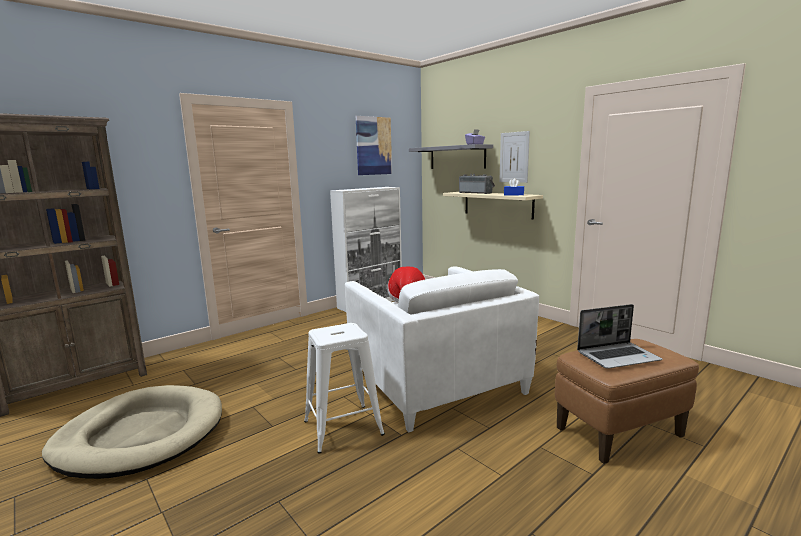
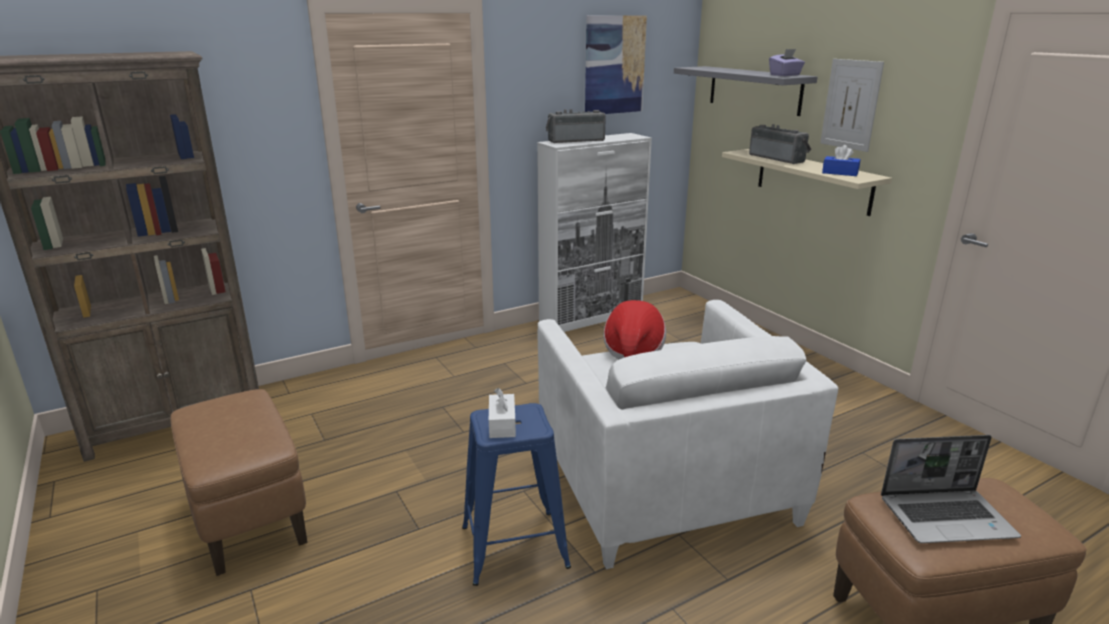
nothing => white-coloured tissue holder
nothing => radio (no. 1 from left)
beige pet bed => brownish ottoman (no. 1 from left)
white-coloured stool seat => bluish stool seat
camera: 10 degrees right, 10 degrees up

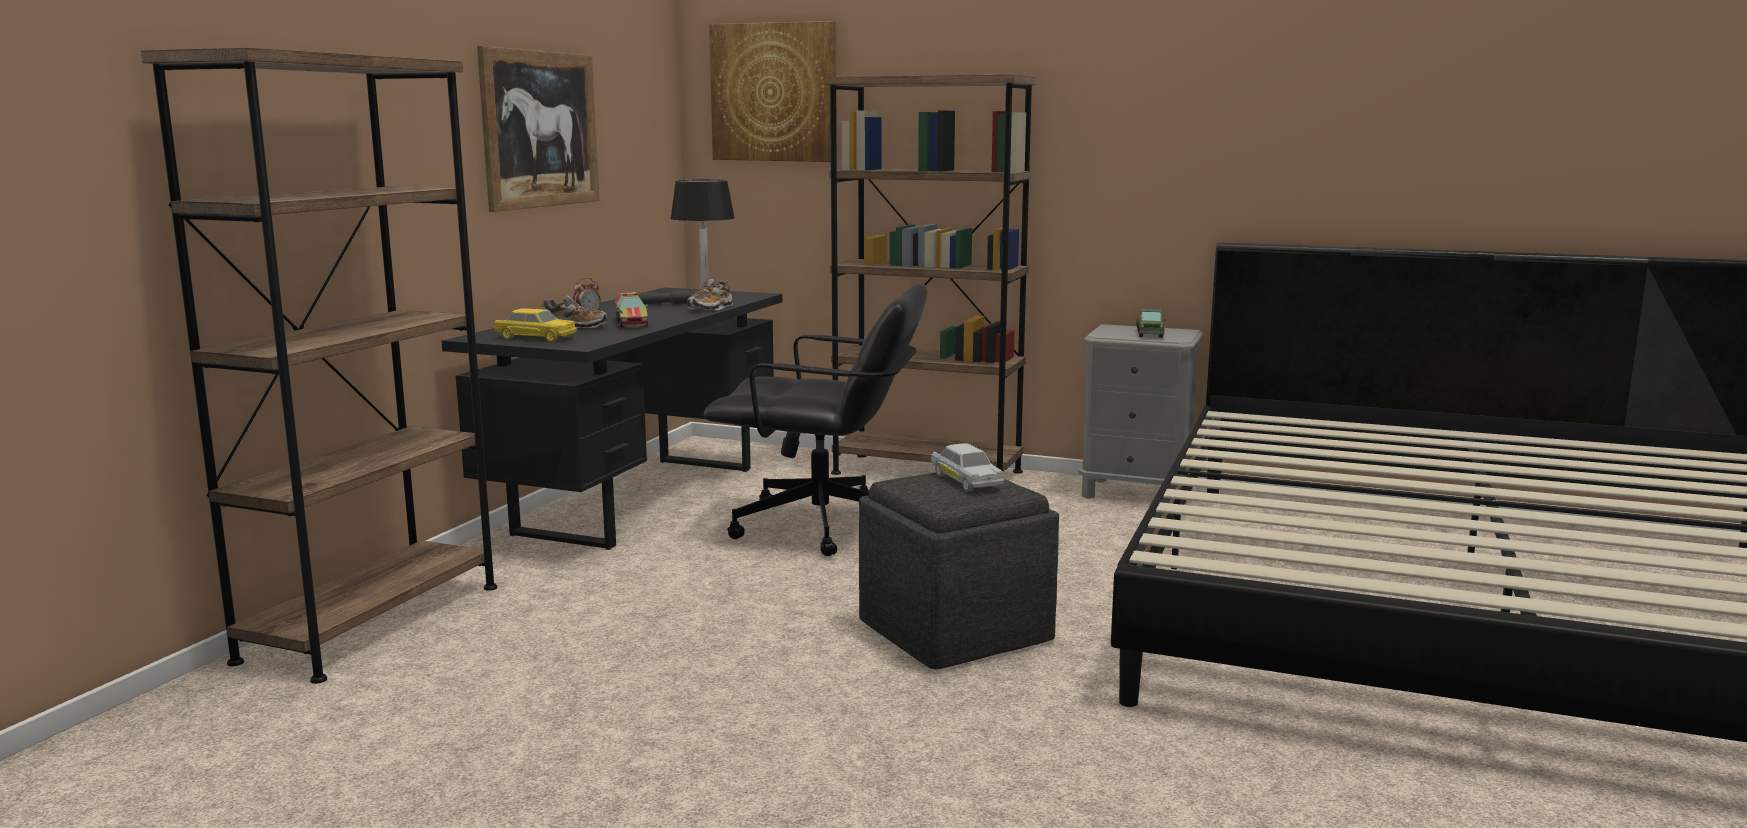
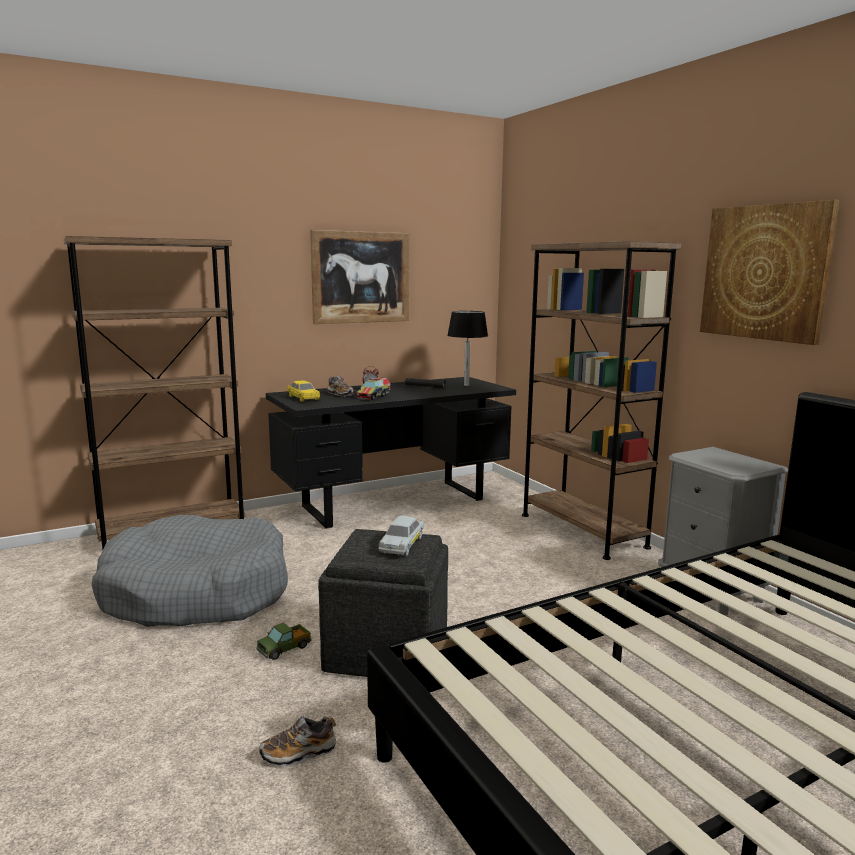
black-coloured desk chair => nothing
nothing => gray pet bed
shoe (no. 2 from left in the first image) => shoe (no. 1 from left), relocated
wall picture (no. 2 from left), relocated
model truck (no. 2 from left in the first image) => model truck (no. 1 from left), relocated
camera: 40 degrees right, 0 degrees up

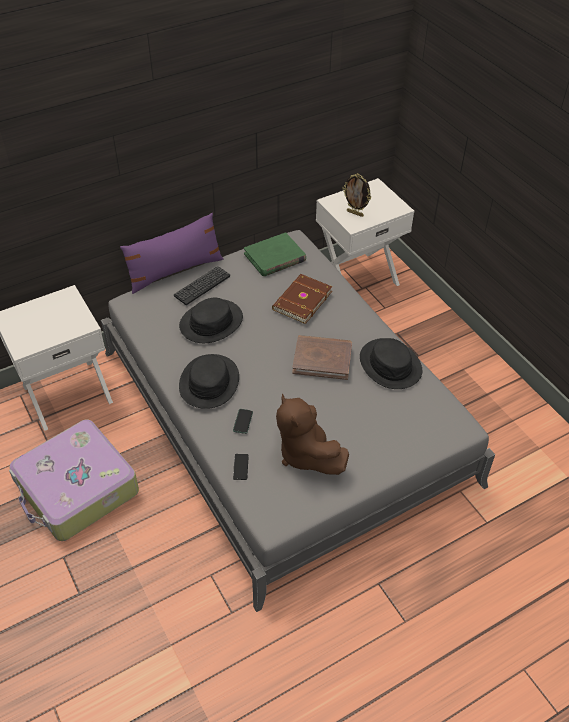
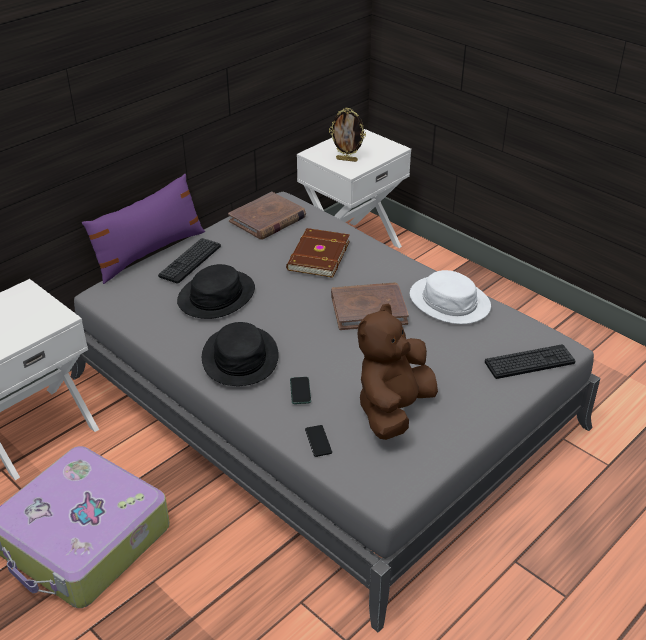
nothing => PC keyboard (no. 2 from left)
green-coloured book => brownish book (no. 1 from left)
black-coloured wearable hat (no. 3 from left) => white-coloured wearable hat
brownish cuddly toy, 75 degrees clockwise
camera: 15 degrees left, 10 degrees down

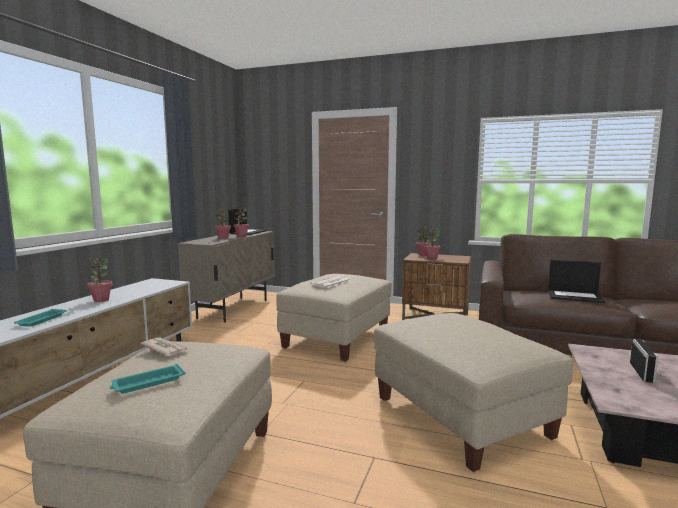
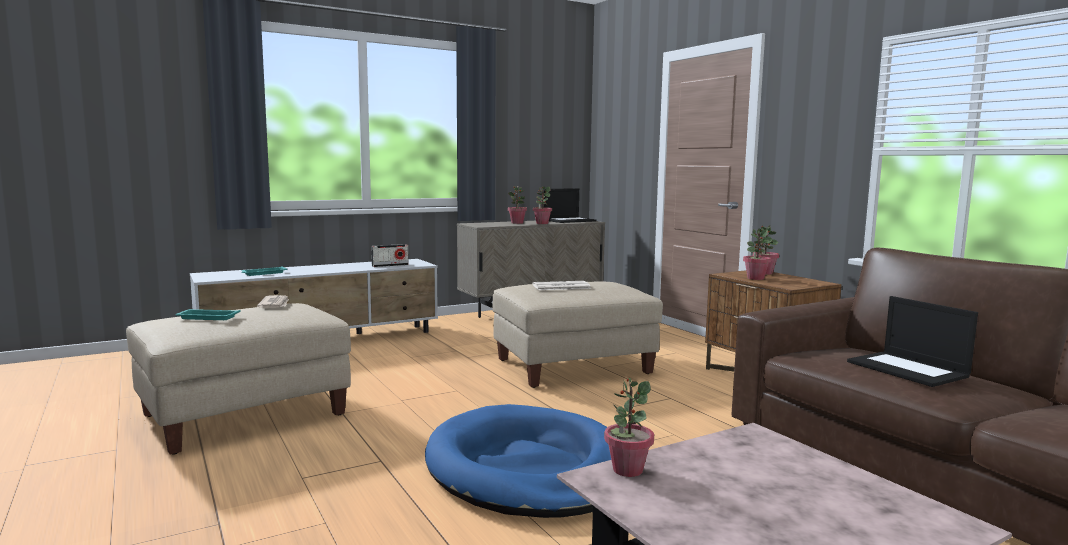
plant in a pot (no. 1 from left in the first image) => plant in a pot (no. 3 from left), relocated
radio, relocated
beige ottoman (no. 3 from left) => bluish pet bed
camera: 40 degrees right, 0 degrees up

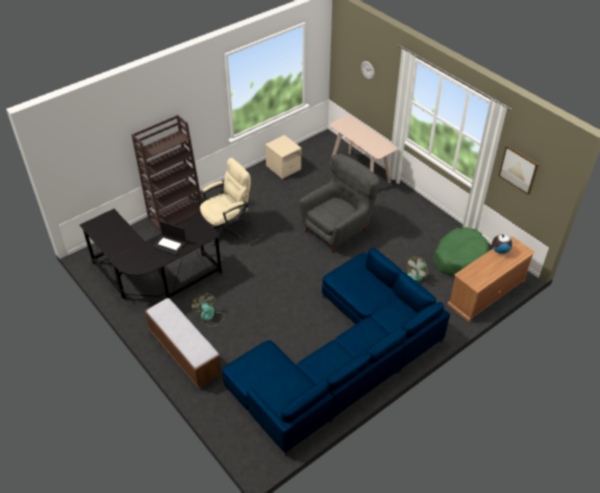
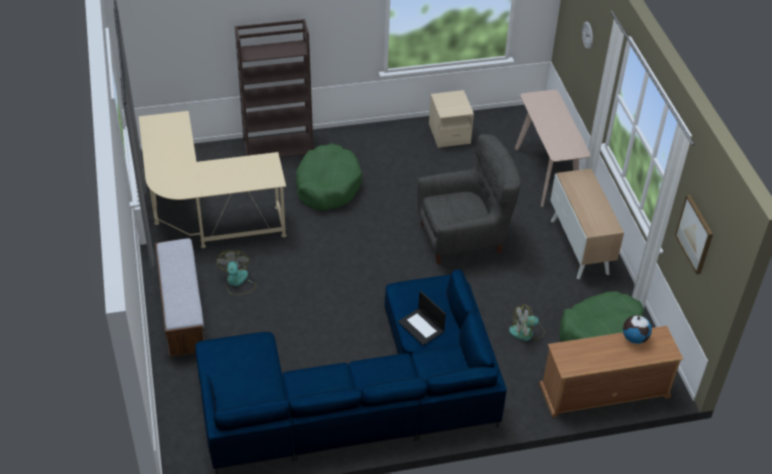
nothing => cupboard
notebook computer, relocated
beige desk chair => green-coloured pet bed (no. 1 from left)
black-coloured desk table => beige desk table
camera: 25 degrees right, 0 degrees up

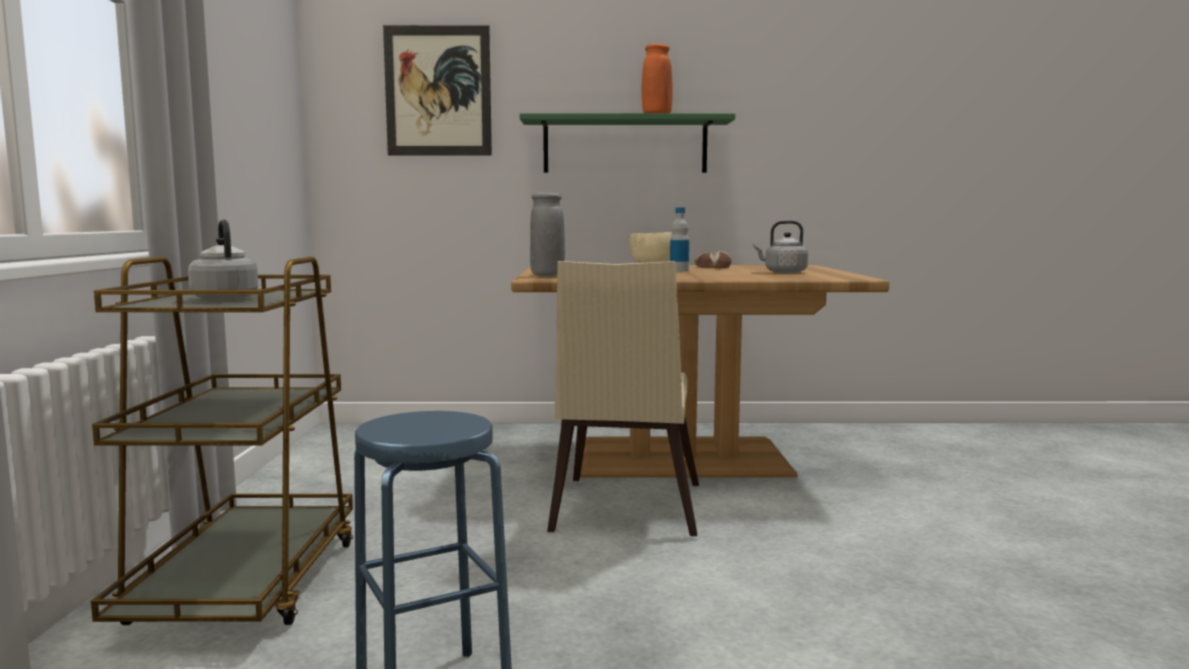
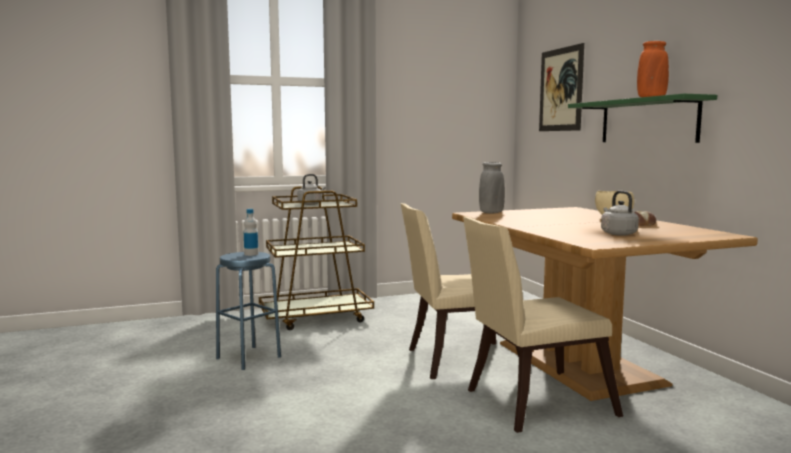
nothing => beige chair (no. 2 from left)
beverage bottle, relocated
camera: 70 degrees right, 0 degrees up

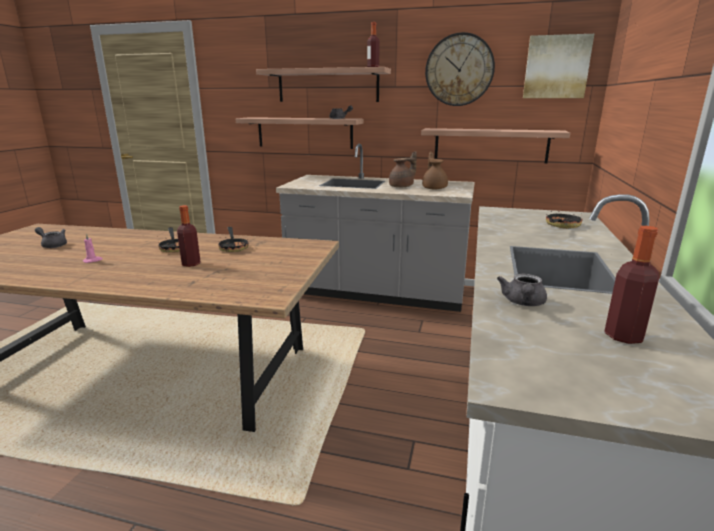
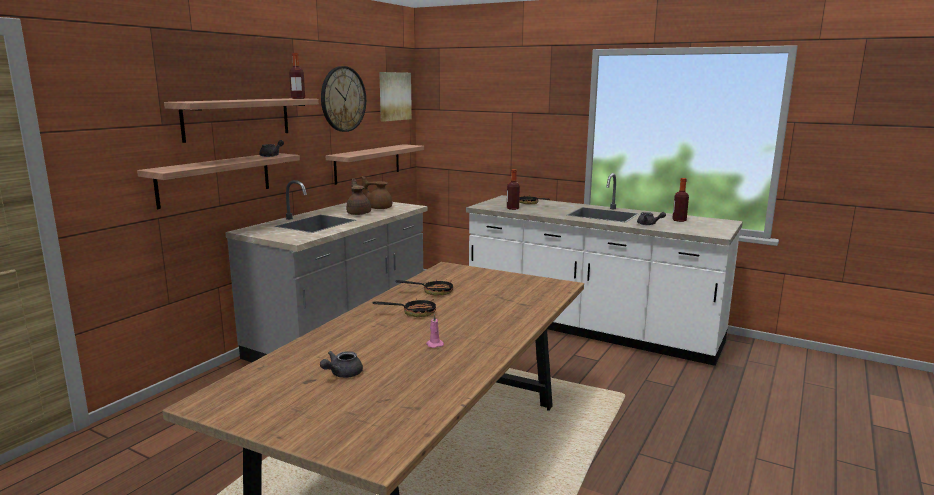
beverage bottle (no. 1 from left in the first image) => beverage bottle (no. 2 from left), relocated
camera: 75 degrees left, 5 degrees down

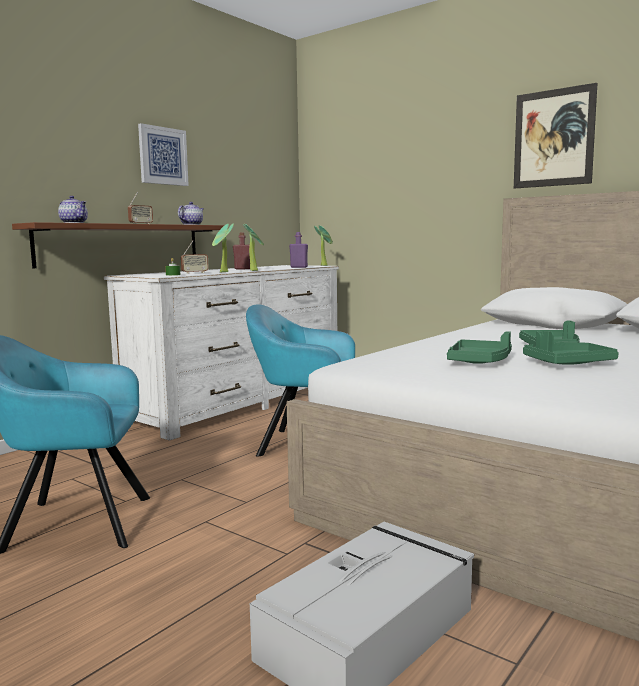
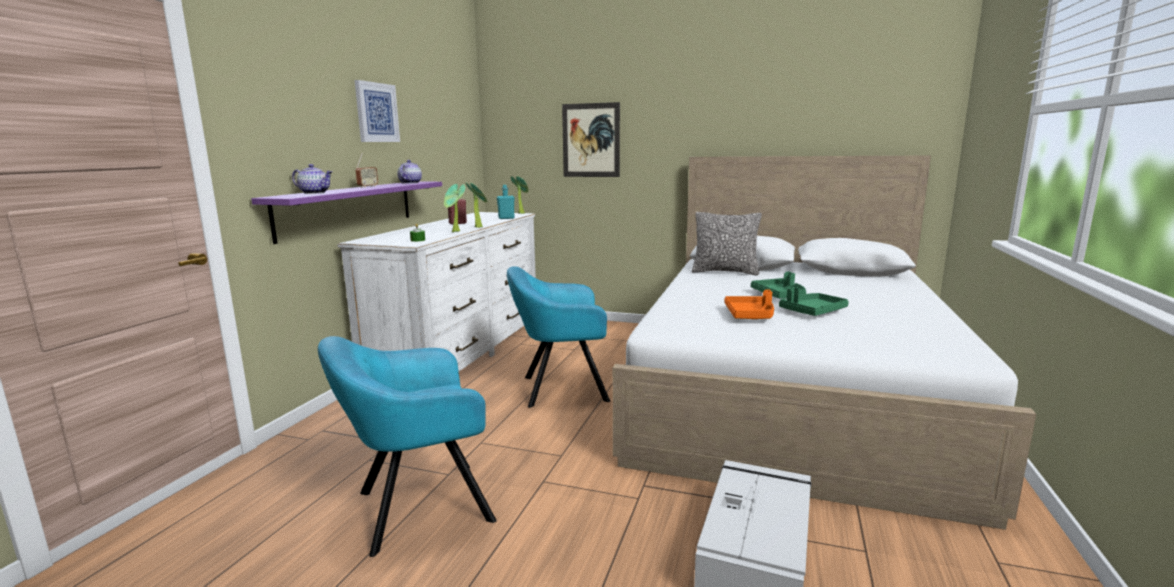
radio (no. 2 from left) => nothing
nothing => throw pillow
wall picture (no. 2 from left), relocated
brownish shelf => purple shelf
purple beverage bottle => blue-green beverage bottle
green-coloured serving tray (no. 1 from left) => orange serving tray
camera: 20 degrees left, 5 degrees up

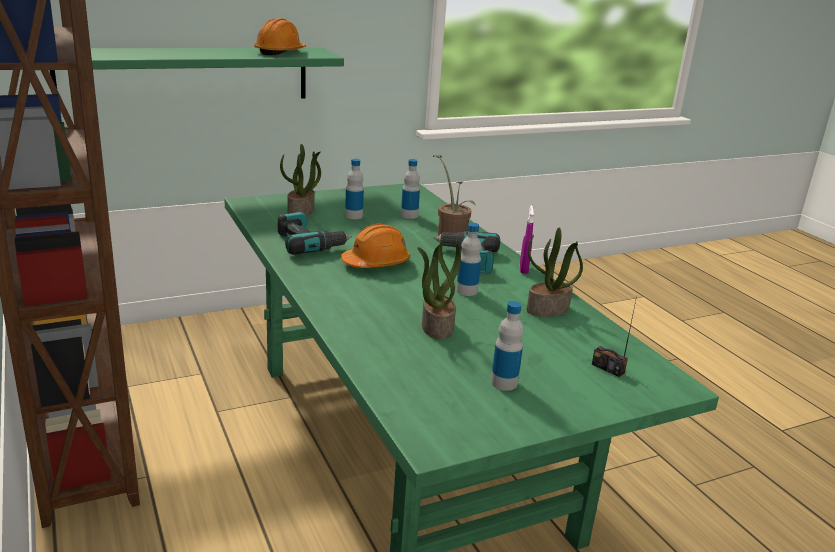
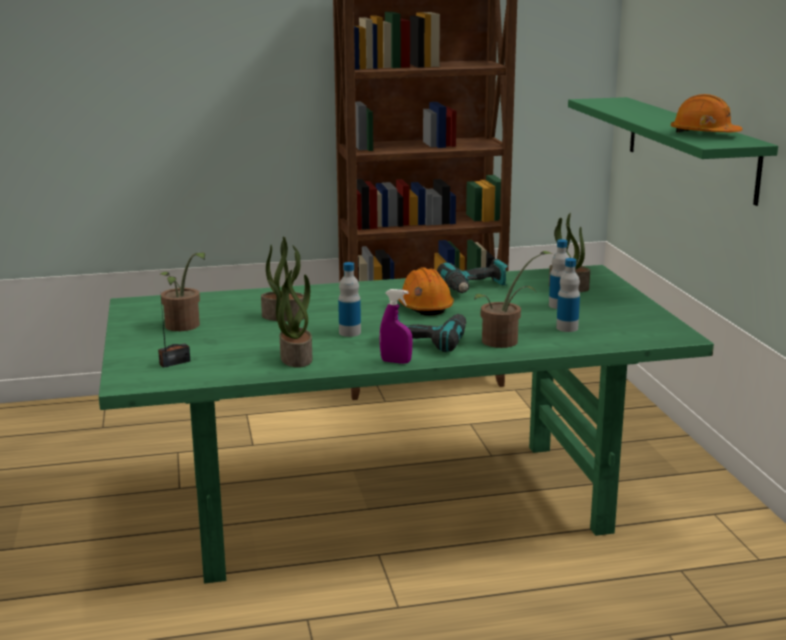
beverage bottle (no. 4 from left) => plant in a pot (no. 1 from left)
camera: 105 degrees right, 5 degrees down

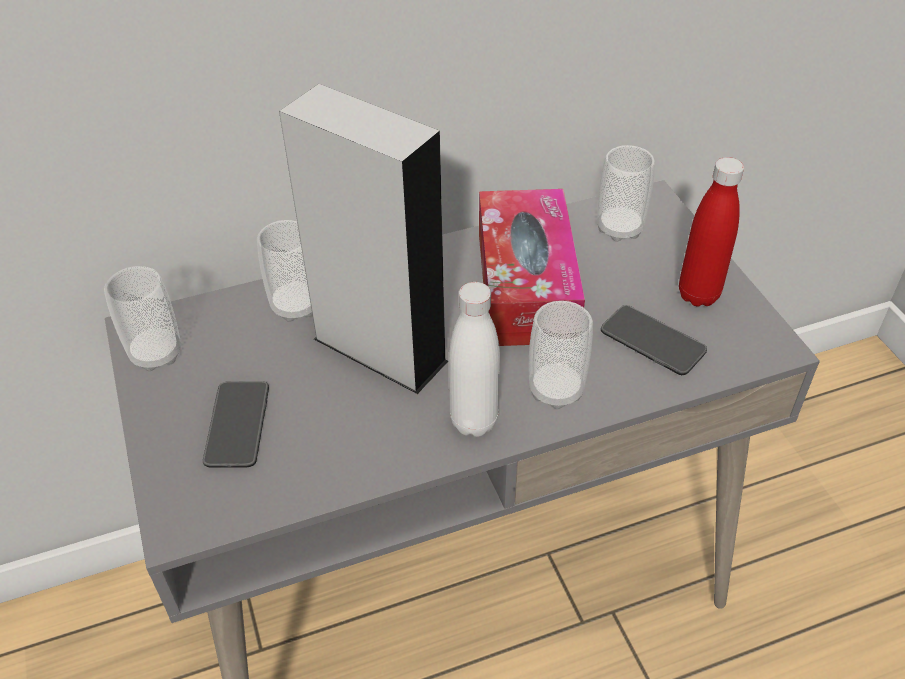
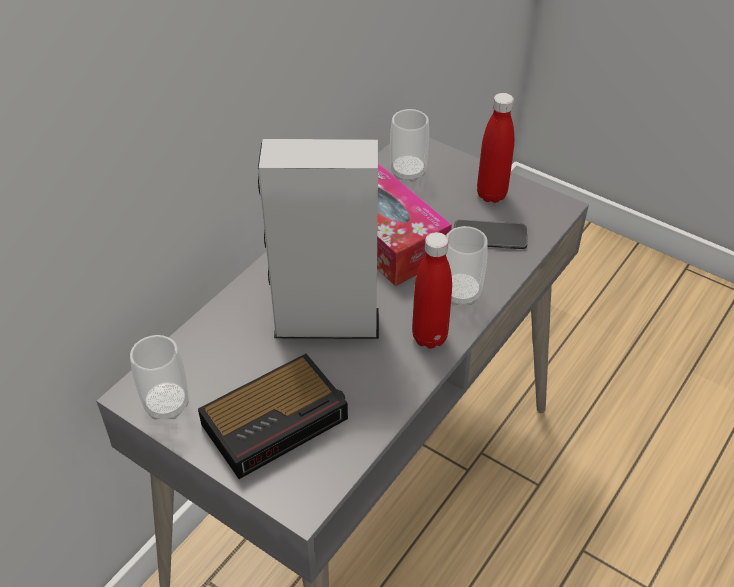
drinking cup (no. 2 from left) => nothing
phone (no. 1 from left) => table clock
white-coloured beverage bottle => red beverage bottle (no. 1 from left)
camera: 35 degrees left, 0 degrees up

